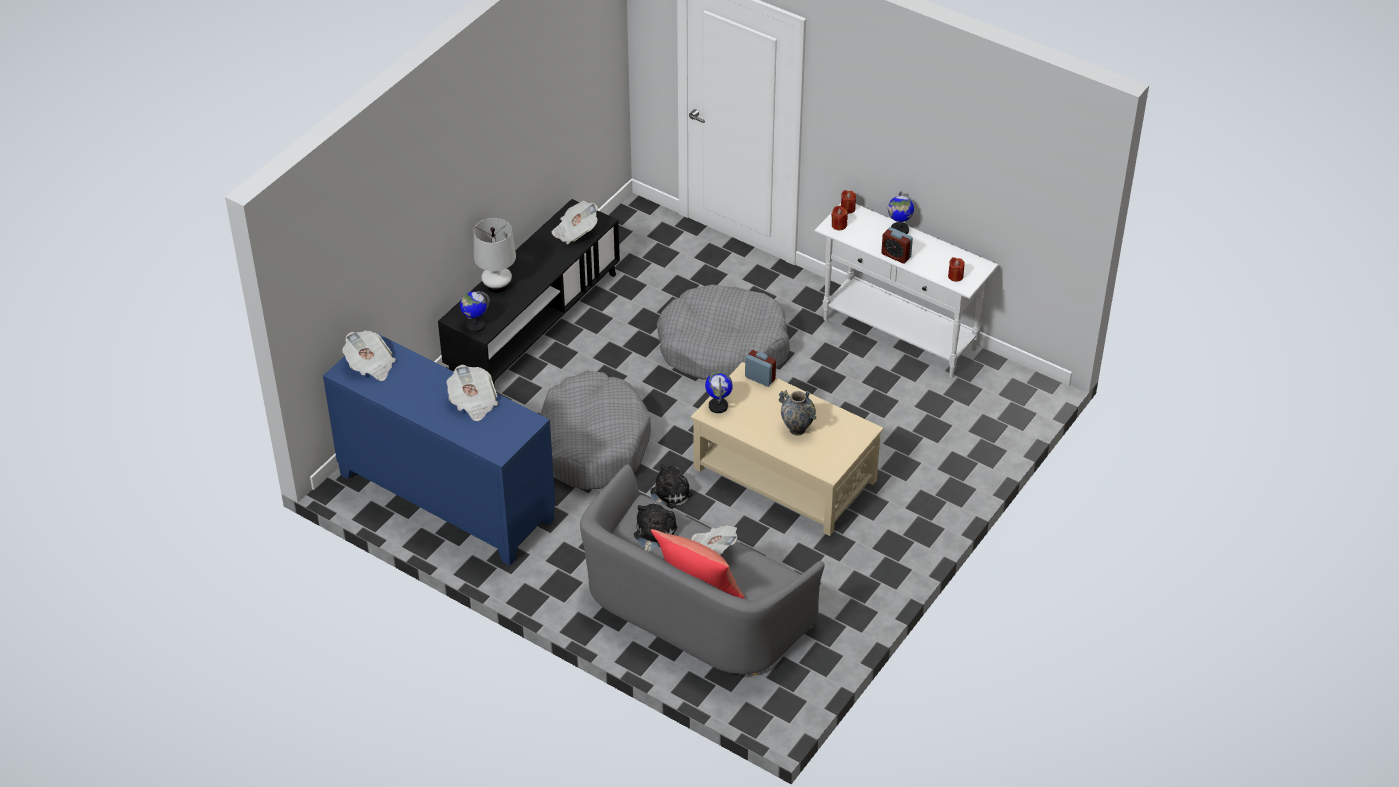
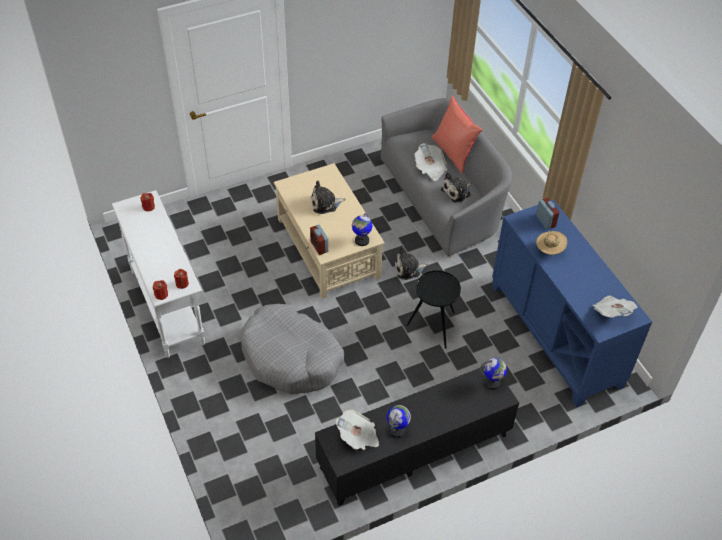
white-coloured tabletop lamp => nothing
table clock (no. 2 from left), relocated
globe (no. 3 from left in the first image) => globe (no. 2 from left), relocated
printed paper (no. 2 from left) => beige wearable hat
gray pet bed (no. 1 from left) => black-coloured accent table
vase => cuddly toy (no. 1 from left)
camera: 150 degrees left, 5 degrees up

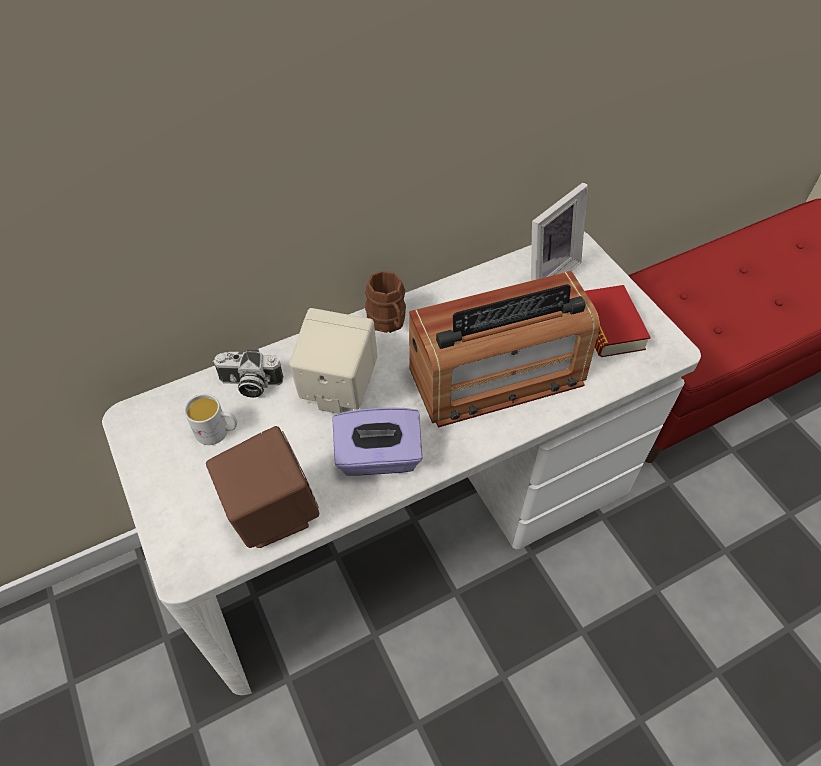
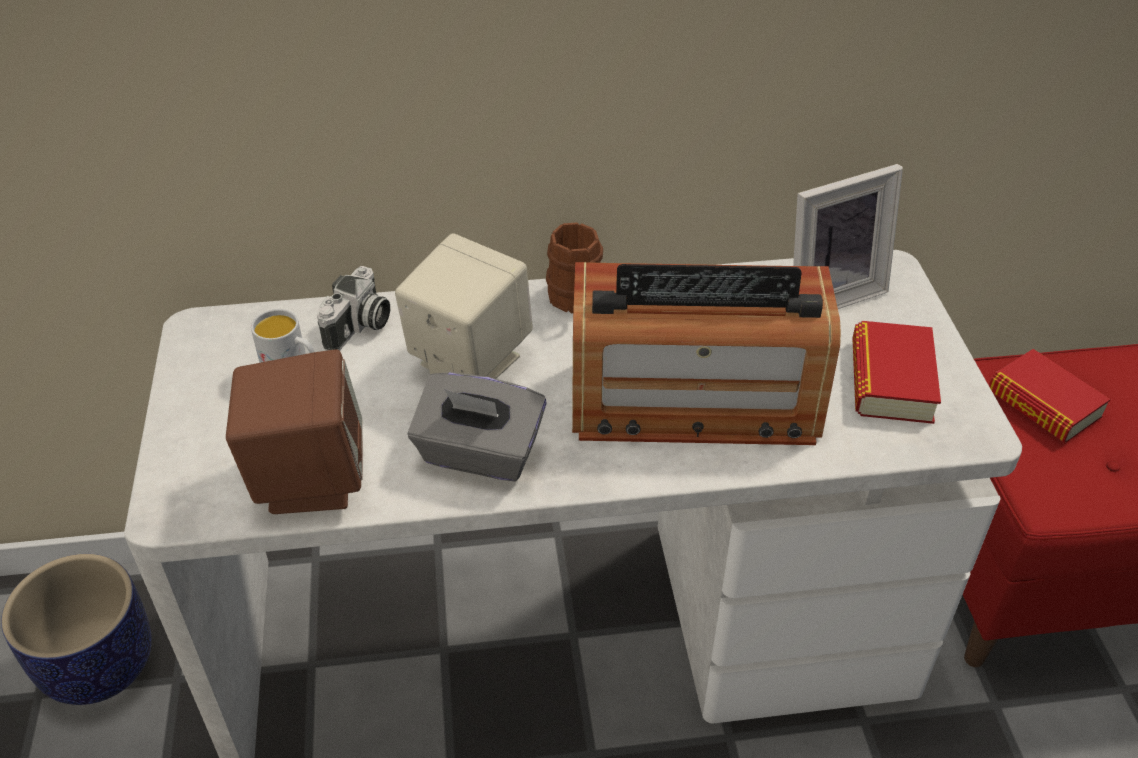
nothing => plant pot
nothing => book (no. 2 from left)
purple tissue holder => gray tissue holder
still camera, 90 degrees counterclockwise
camera: 20 degrees right, 10 degrees down

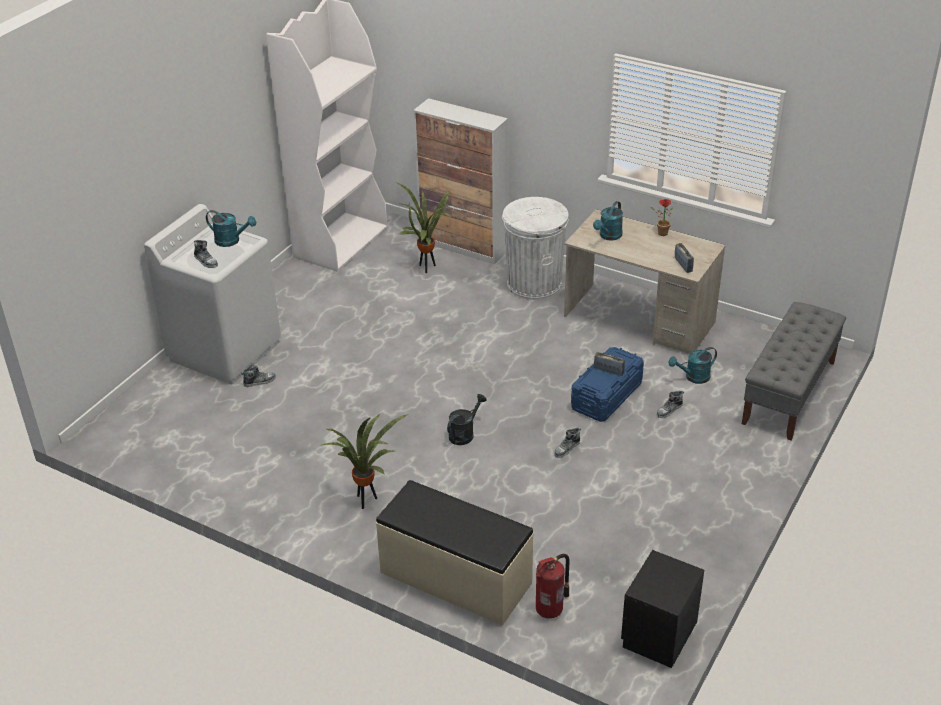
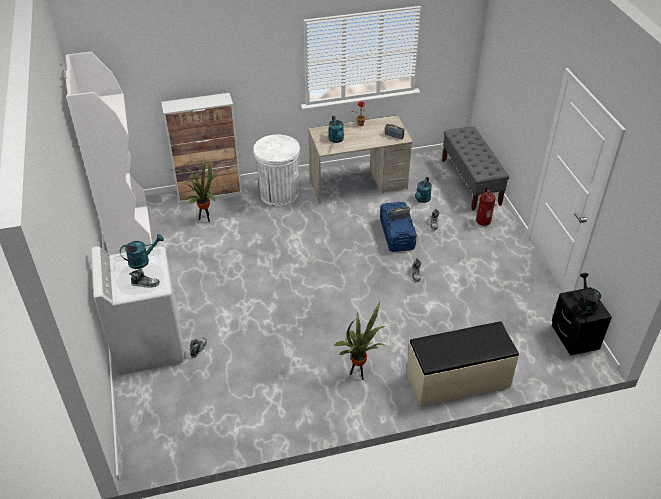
black-coloured watering pot, relocated
extinguisher, relocated
camera: 45 degrees left, 5 degrees up

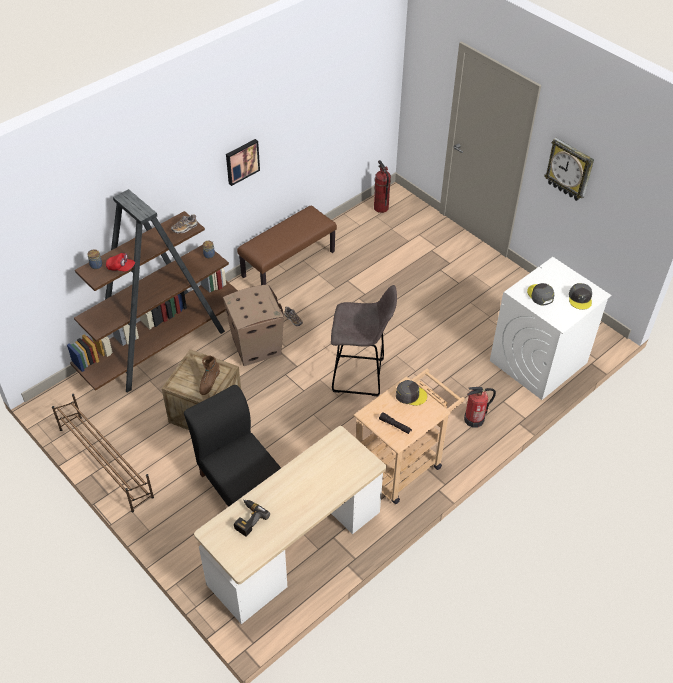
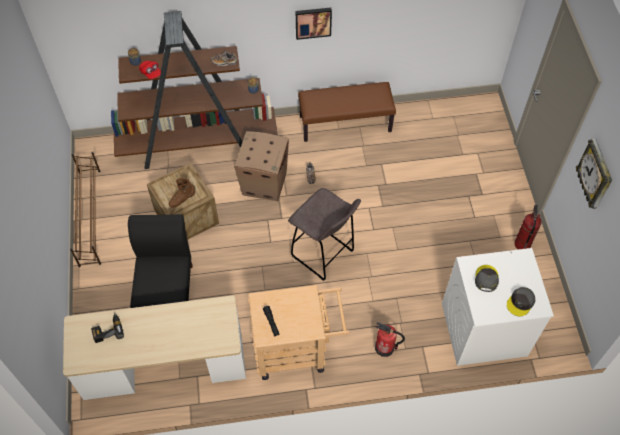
gray peaked cap (no. 1 from left) => nothing
extinguisher (no. 1 from left in the first image) => extinguisher (no. 2 from left), relocated
camera: 35 degrees right, 10 degrees up

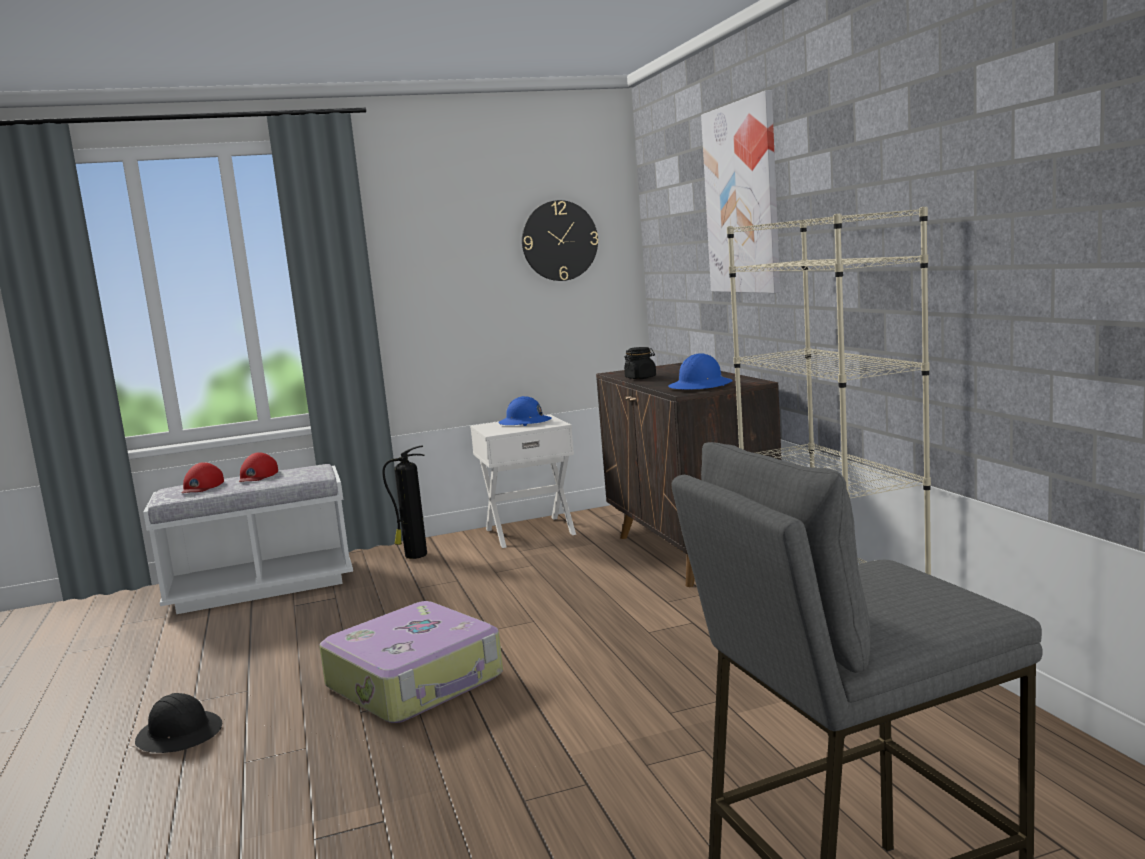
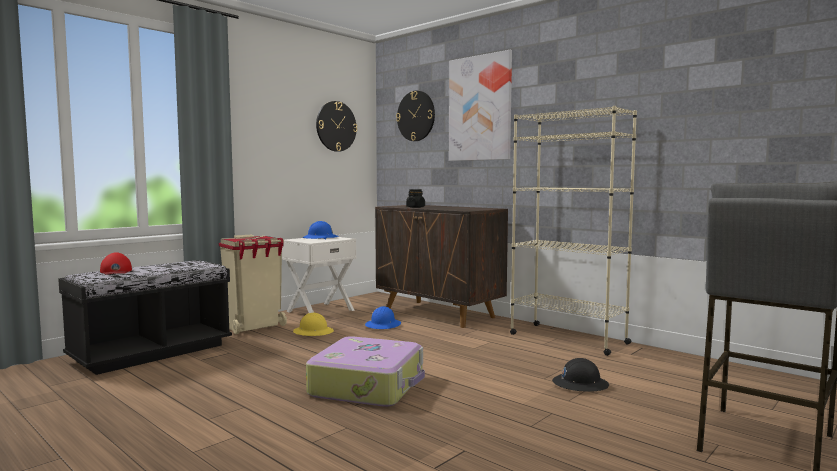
red peaked cap (no. 2 from left) => nothing
nothing => yellow-coloured hard hat
nothing => wall clock (no. 2 from left)
black-coloured hard hat, relocated
bluish hard hat (no. 2 from left), relocated
extinguisher => beige rubbish bin
white-coloured long seat => black-coloured long seat
camera: 30 degrees left, 5 degrees down

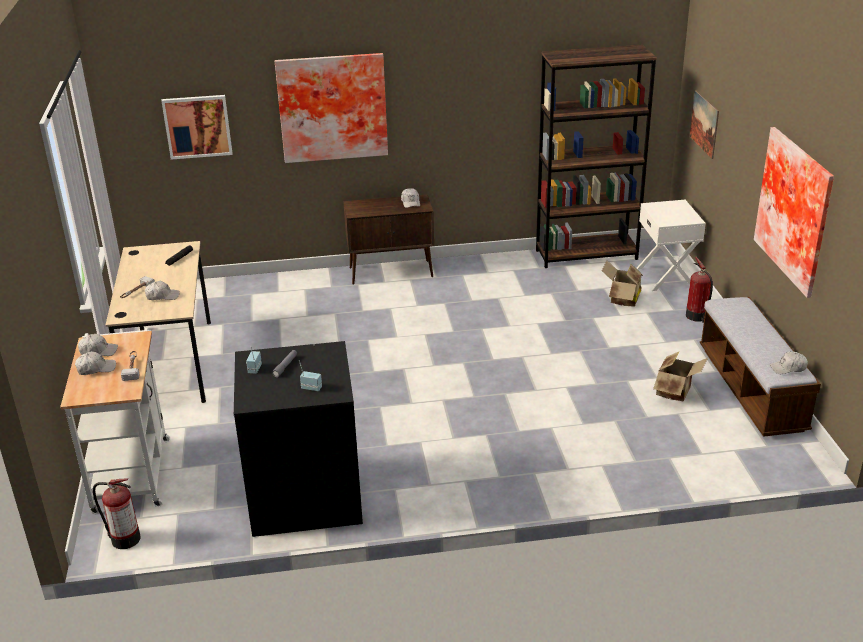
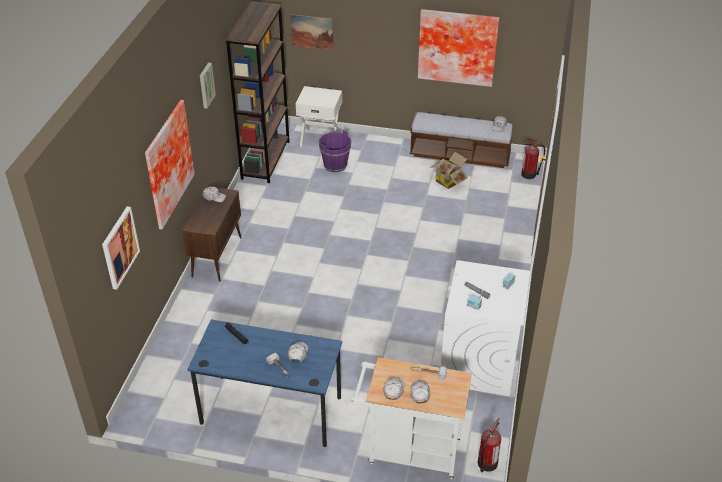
nothing => wall picture (no. 3 from left)
extinguisher (no. 2 from left), relocated
carton (no. 1 from left) => purple water bucket
beige desk table => bluish desk table
black-coloured laundry machine => white-coloured laundry machine
camera: 70 degrees left, 10 degrees up

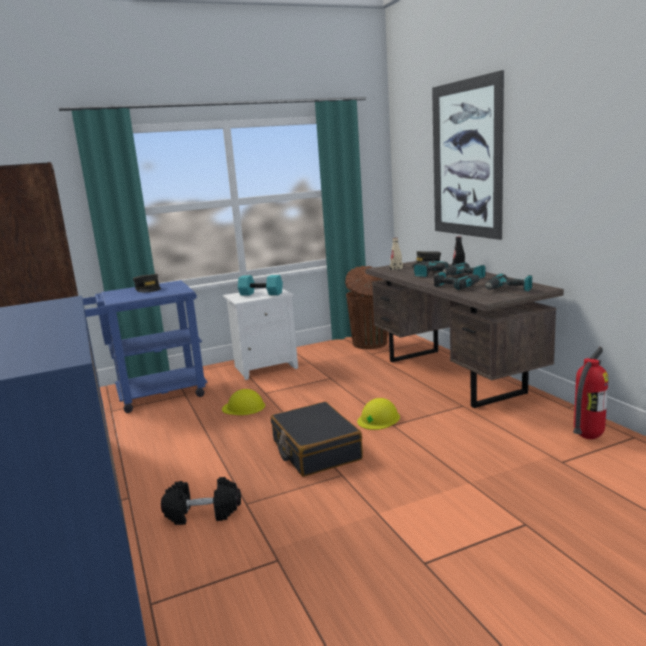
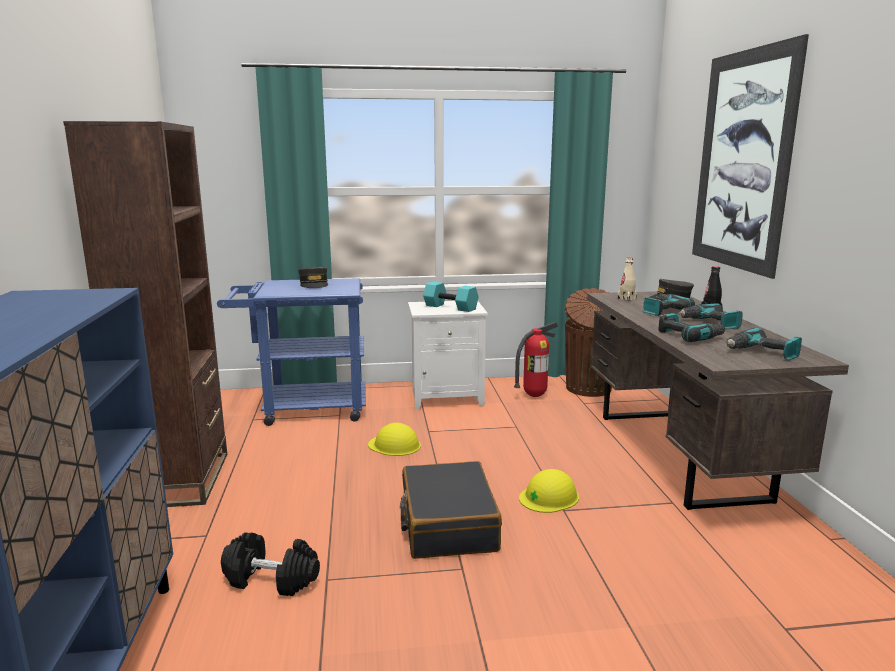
extinguisher, relocated
camera: 15 degrees right, 0 degrees up

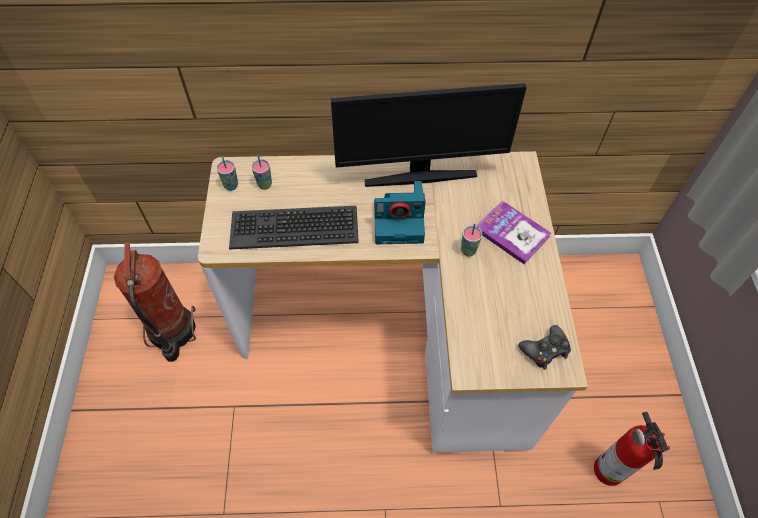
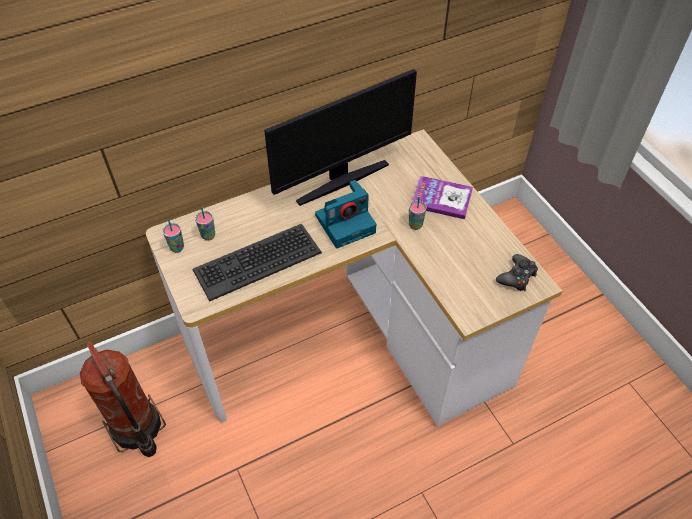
extinguisher (no. 2 from left) => nothing
camera: 25 degrees left, 5 degrees down

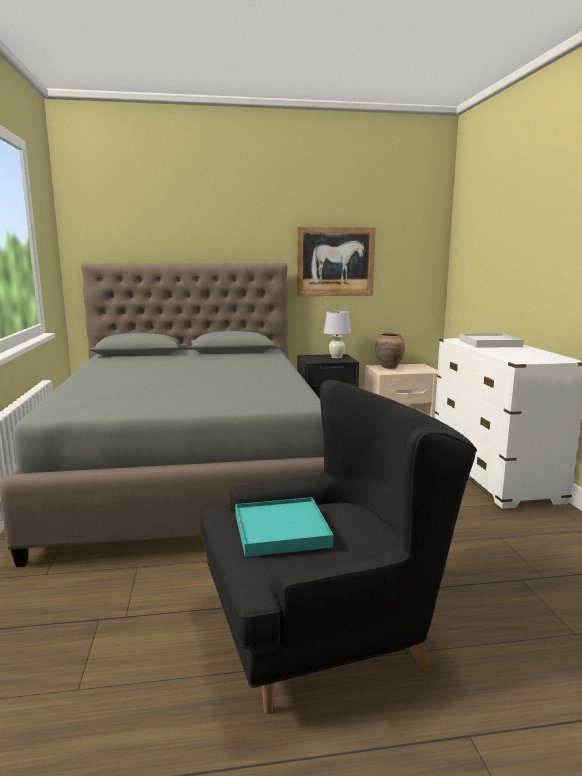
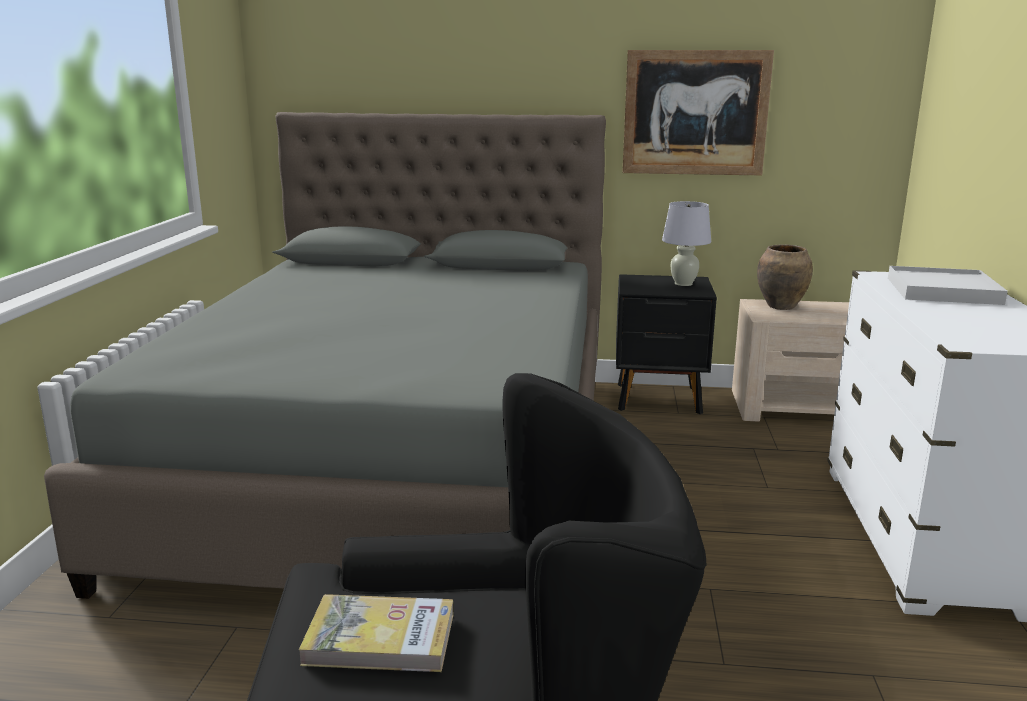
blue-green serving tray => book
camera: 15 degrees right, 5 degrees up

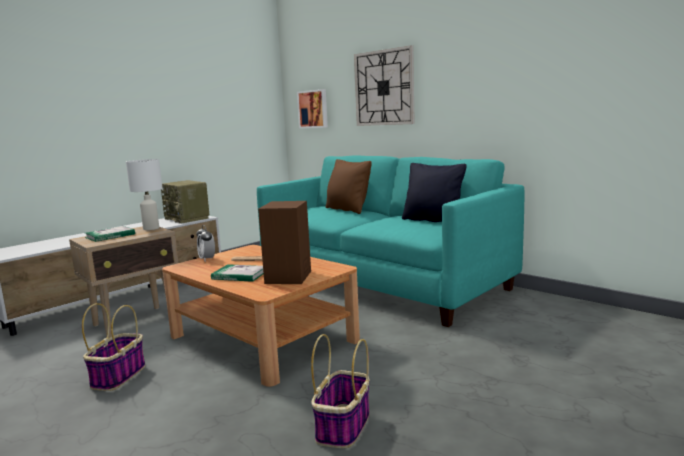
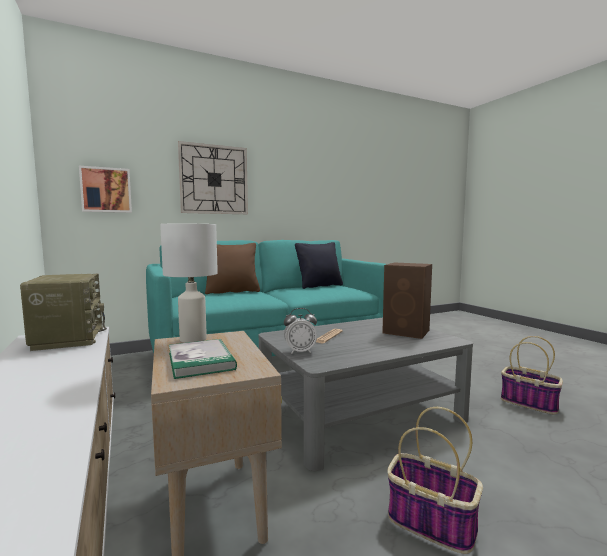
book (no. 2 from left) => nothing
brownish low table => gray low table
radio, 90 degrees counterclockwise
camera: 70 degrees left, 5 degrees down

